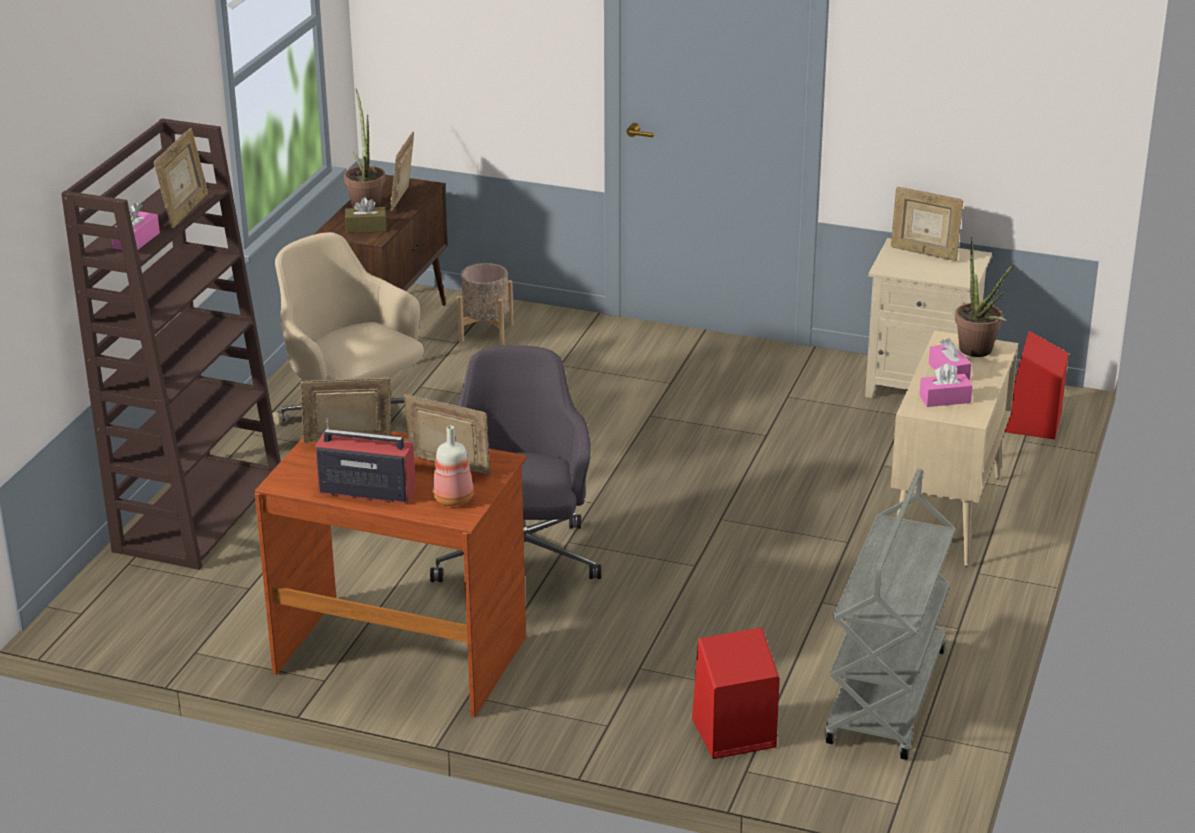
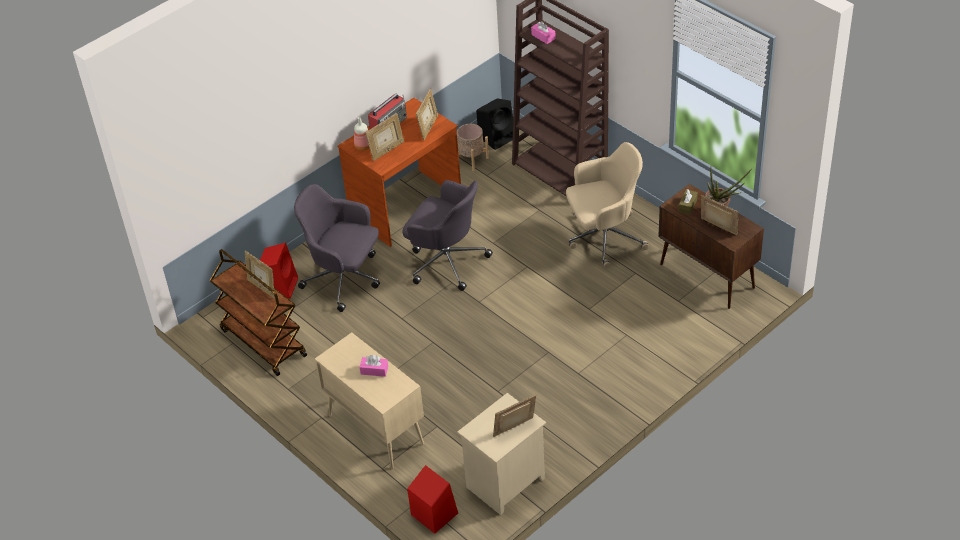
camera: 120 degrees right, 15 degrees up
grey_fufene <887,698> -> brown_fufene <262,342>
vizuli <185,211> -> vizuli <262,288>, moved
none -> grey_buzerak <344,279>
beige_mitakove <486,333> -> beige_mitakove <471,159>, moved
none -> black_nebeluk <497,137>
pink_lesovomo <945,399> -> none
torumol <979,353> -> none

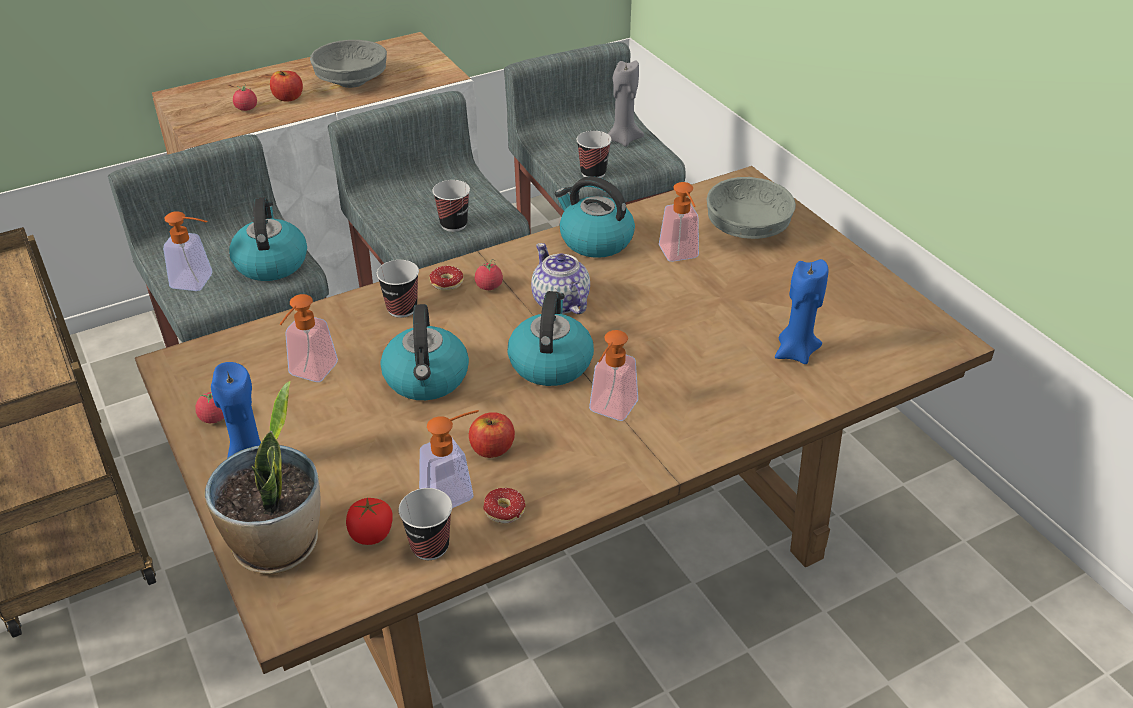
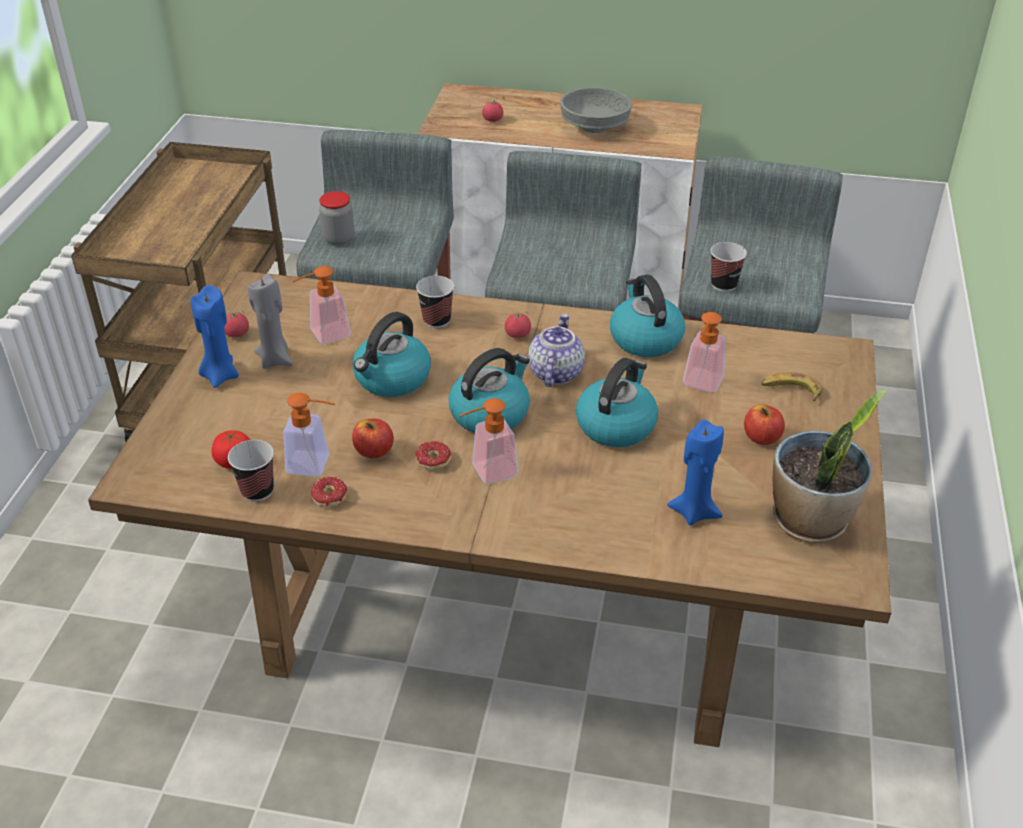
camera: 40 degrees right, 0 degrees up
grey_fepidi <623,139> -> grey_fepidi <275,359>, moved
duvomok <199,282> -> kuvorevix <339,239>
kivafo <445,287> -> kivafo <428,463>, moved
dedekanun <271,262> -> dedekanun <616,425>, moved
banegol <288,98> -> banegol <762,438>, moved
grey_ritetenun <746,229> -> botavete <790,390>
torumol <278,546> -> torumol <810,521>, moved
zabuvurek <453,224> -> none

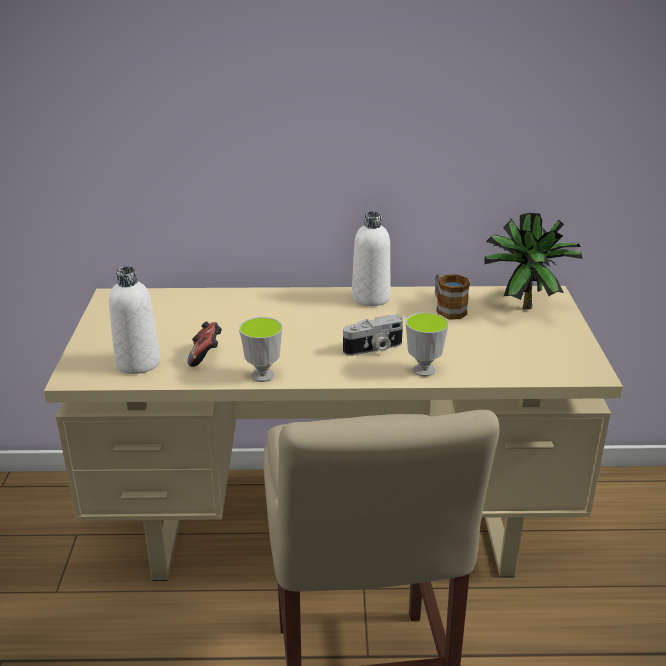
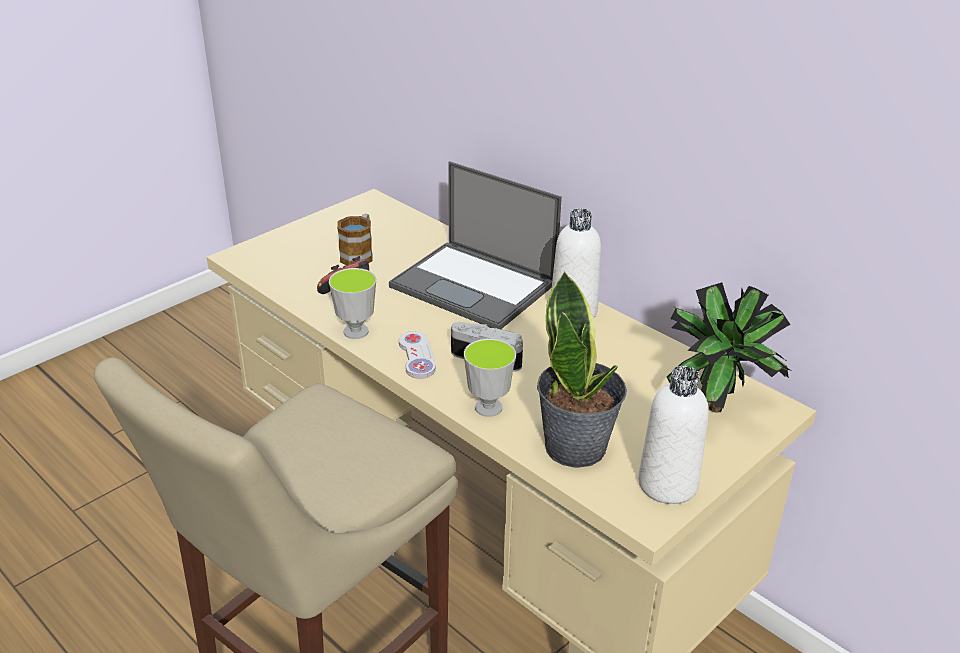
camera: 45 degrees right, 5 degrees up
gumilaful <447,309> -> gumilaful <359,254>, moved
none -> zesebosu <475,286>
none -> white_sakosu <417,356>
none -> torumol <576,447>
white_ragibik <138,363> -> white_ragibik <667,484>, moved

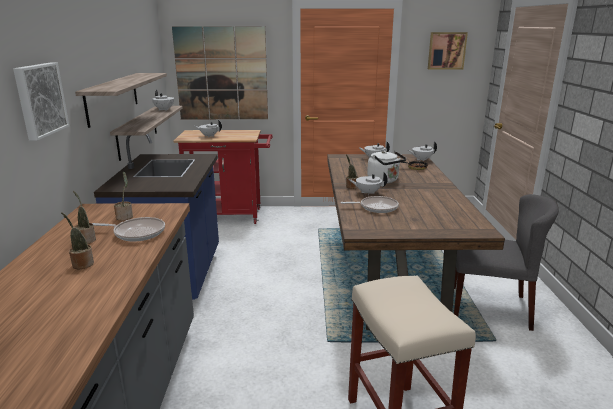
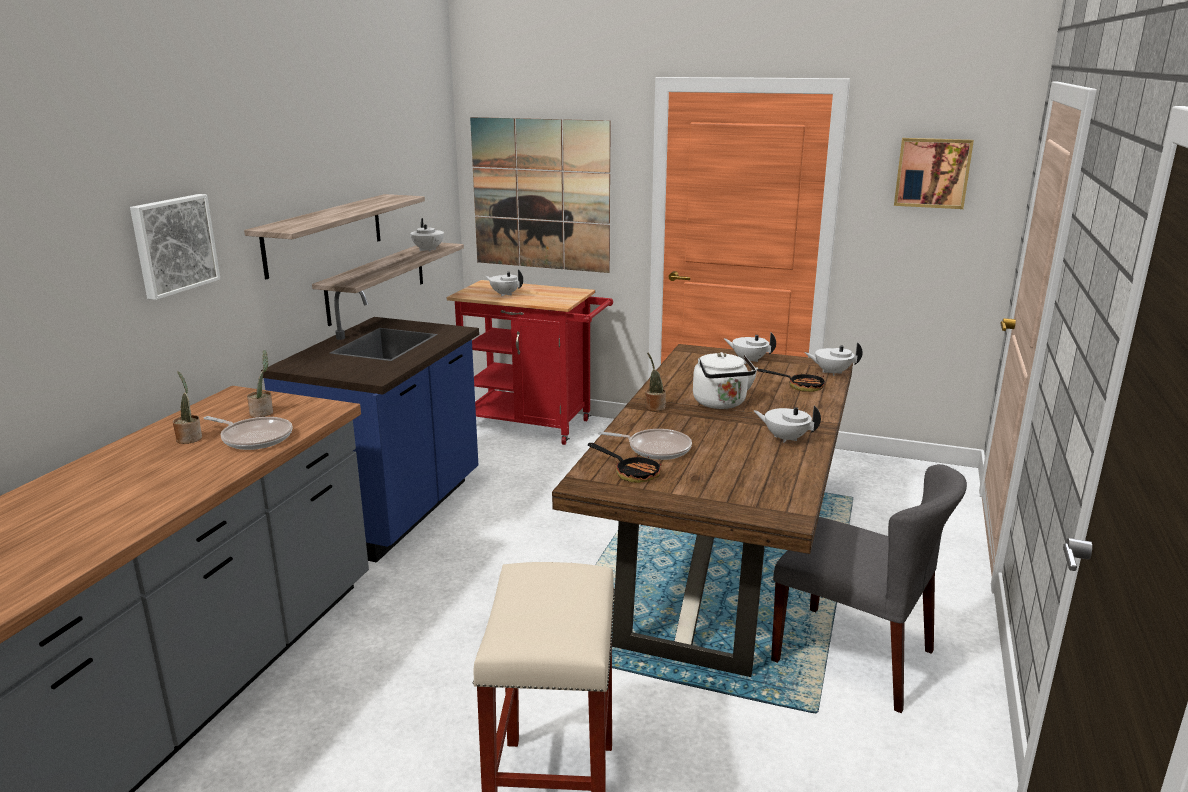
camera: 20 degrees right, 0 degrees up
none -> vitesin <631,473>
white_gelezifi <367,193> -> white_gelezifi <785,438>, moved
torumol <81,264> -> none

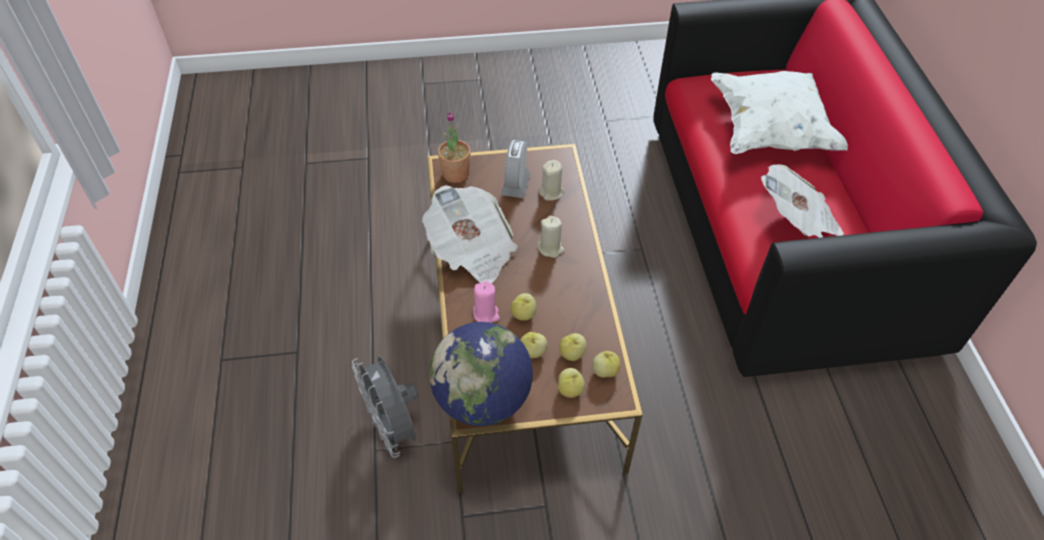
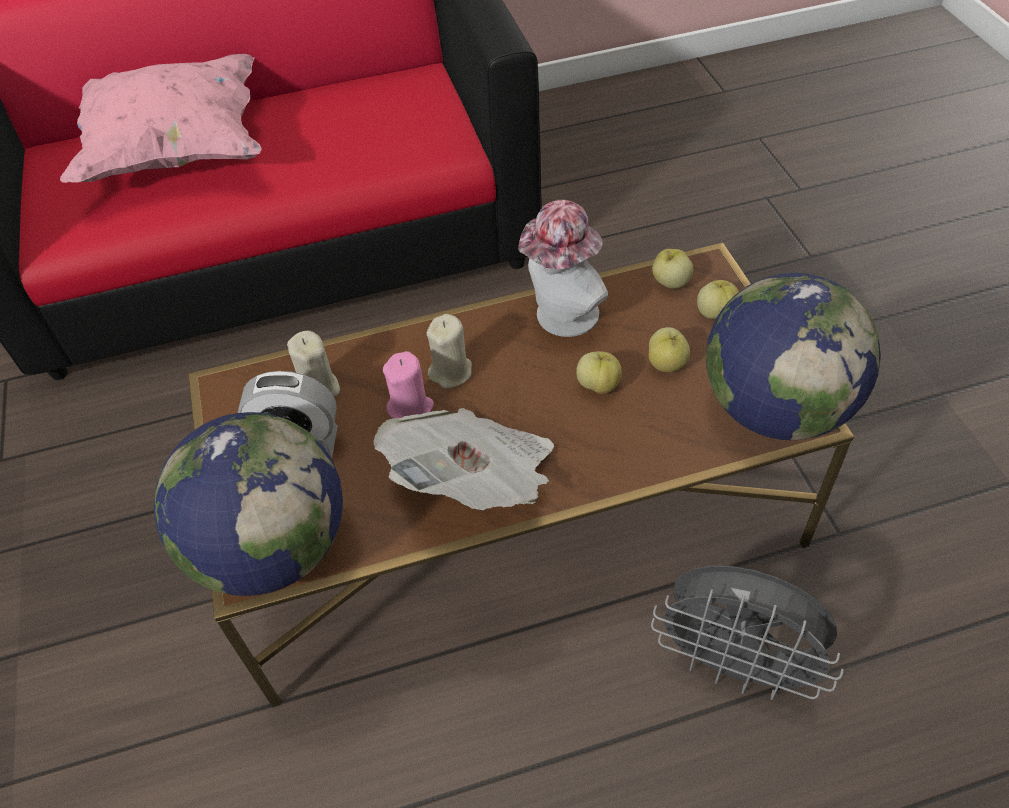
camera: 95 degrees left, 0 degrees up
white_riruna <770,131> -> pink_riruna <177,152>
torumol <455,174> -> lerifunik <272,548>
pink_fepidi <486,314> -> pink_fepidi <411,409>, moved
none -> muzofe <561,319>
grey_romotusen <393,427> -> grey_romotusen <736,665>, 60 degrees clockwise
banegol <572,354> -> none
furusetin <796,220> -> none

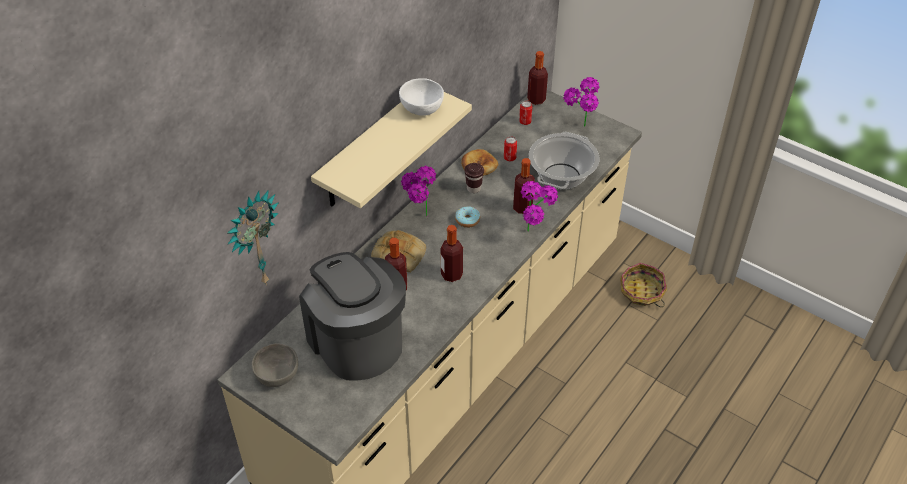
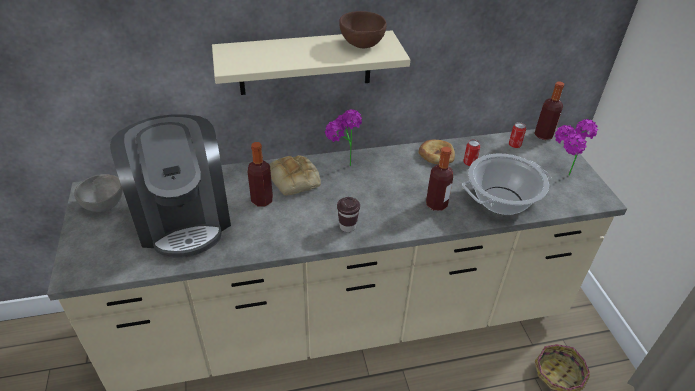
camera: 40 degrees right, 5 degrees down
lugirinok <356,341> -> lugirinok <183,218>, 150 degrees clockwise
brown_zabuvurek <473,188> -> brown_zabuvurek <347,226>, moved
white_ritetenun <422,110> -> brown_ritetenun <361,44>
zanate <253,240> -> none
ragibik <451,275> -> none
kivafo <467,220> -> none
torumol <535,234> -> none

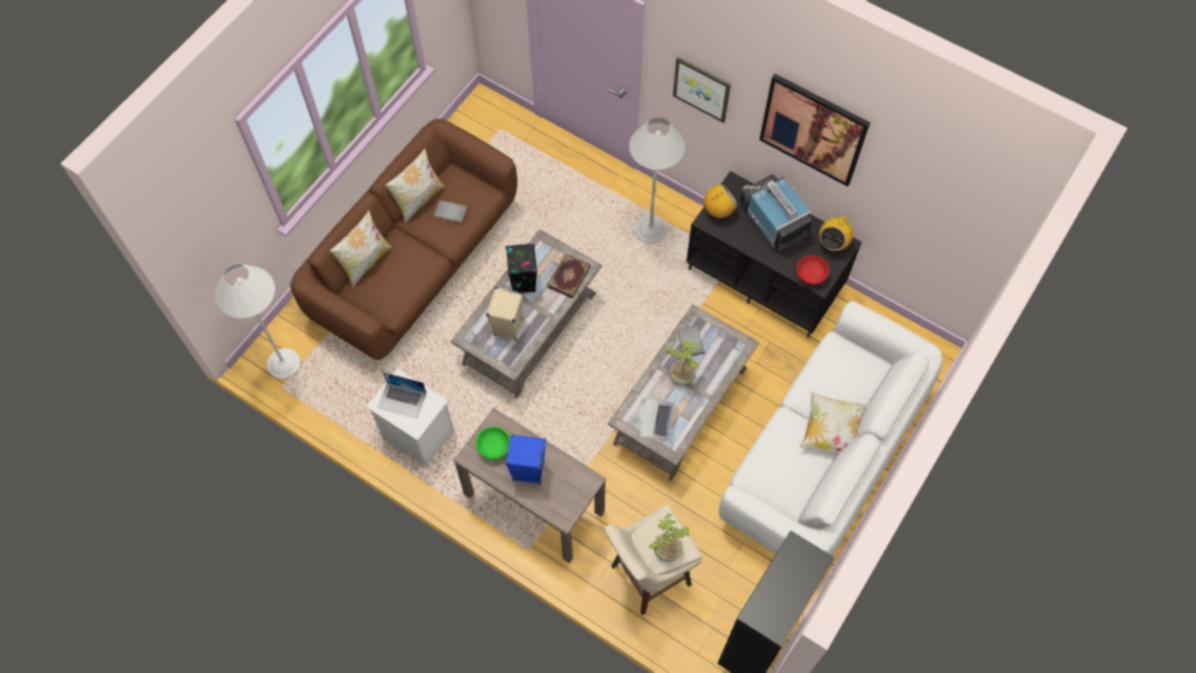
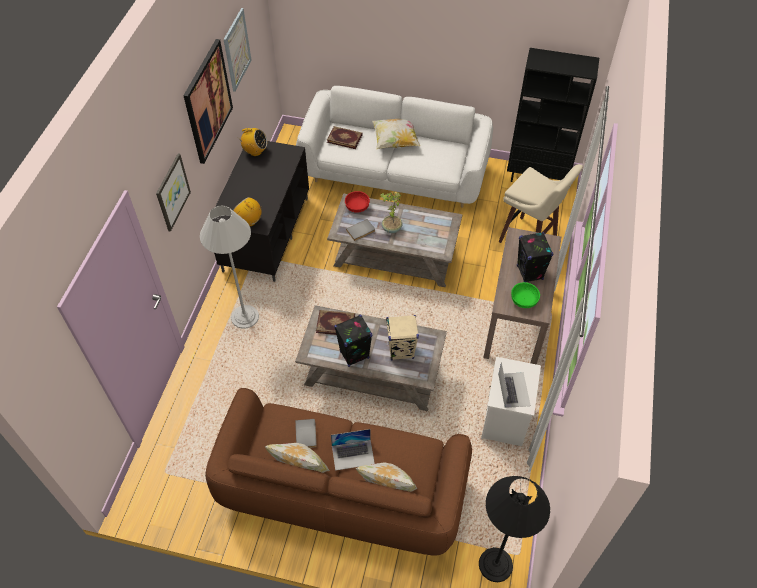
camera: 110 degrees left, 10 degrees down
none -> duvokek <237,50>
none -> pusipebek <344,138>
zesebosu <657,419> -> zesebosu <353,454>, moved
red_ritetenun <811,274> -> red_ritetenun <357,206>, moved
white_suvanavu <284,364> -> black_suvanavu <495,565>
blue_nebeluk <528,471> -> black_nebeluk <530,273>
torumol <667,549> -> none
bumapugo <773,219> -> none

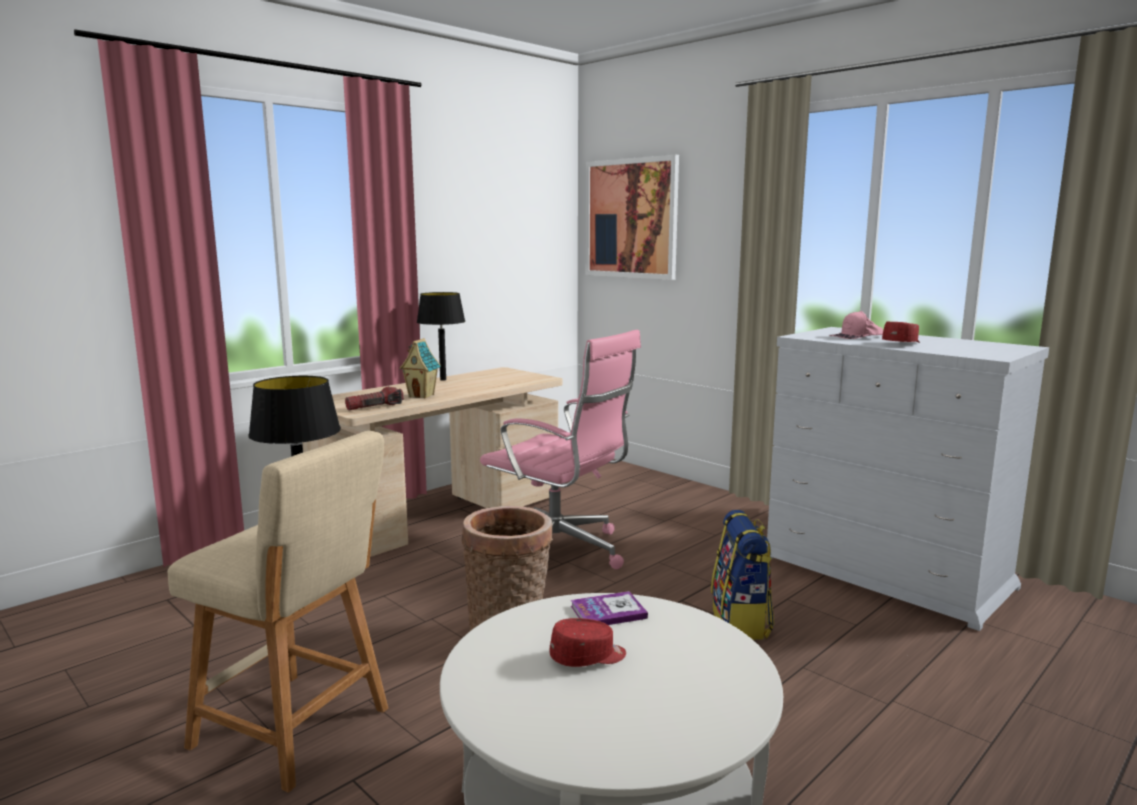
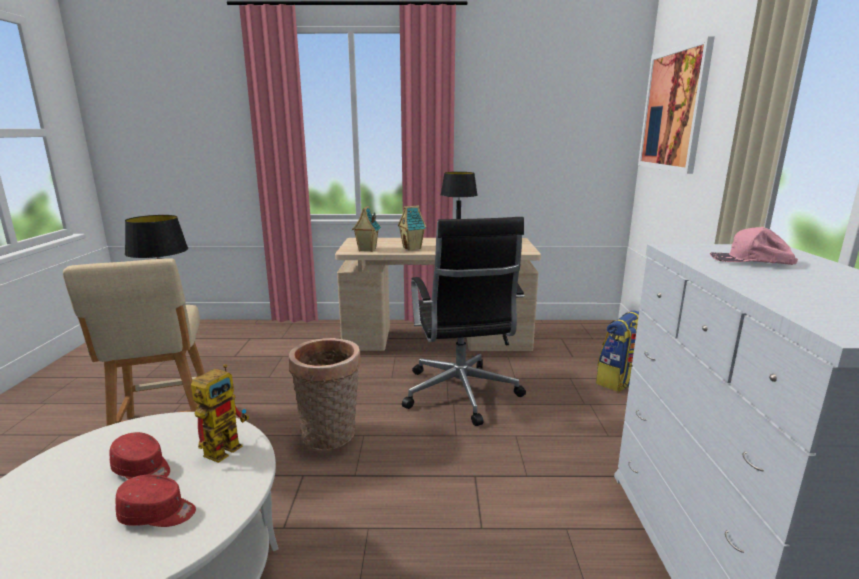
camera: 45 degrees right, 5 degrees up
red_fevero <902,343> -> red_fevero <158,514>, moved
pusipebek <608,612> -> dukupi <226,446>
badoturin <375,407> -> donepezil <367,250>
pink_buzerak <559,552> -> black_buzerak <460,394>
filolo <741,622> -> filolo <618,381>, moved

